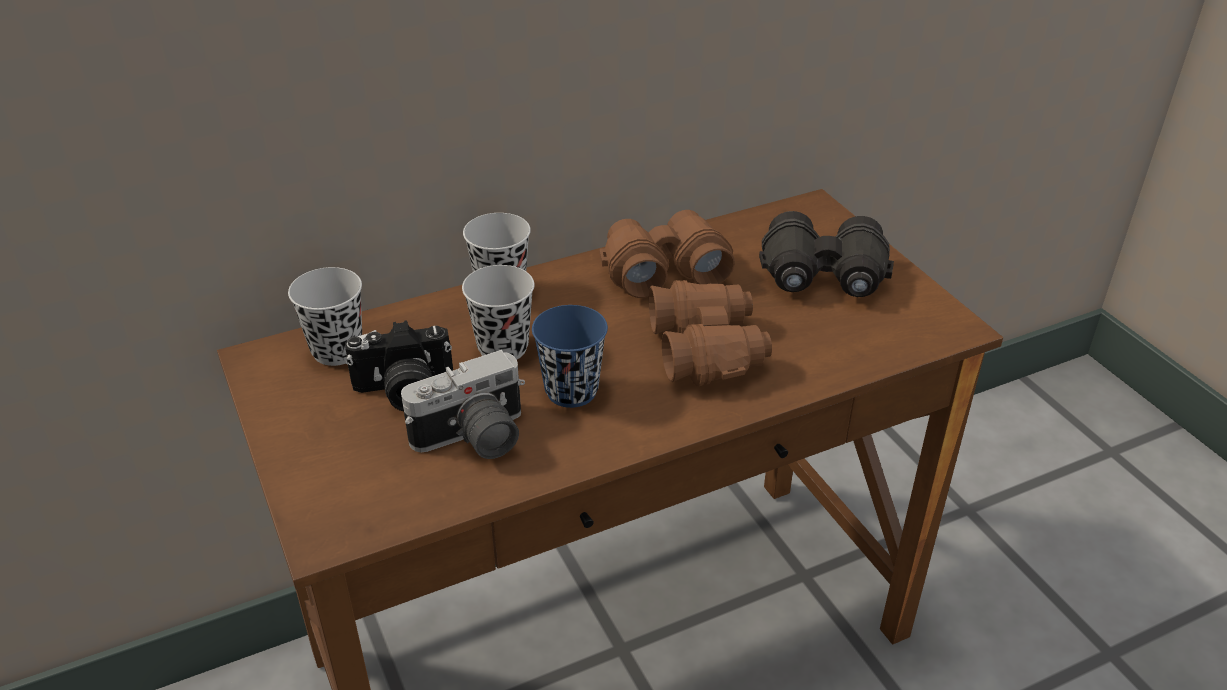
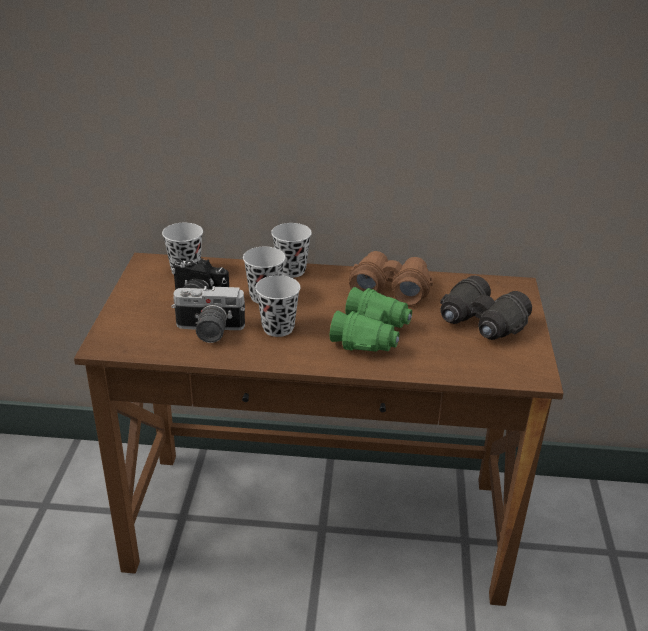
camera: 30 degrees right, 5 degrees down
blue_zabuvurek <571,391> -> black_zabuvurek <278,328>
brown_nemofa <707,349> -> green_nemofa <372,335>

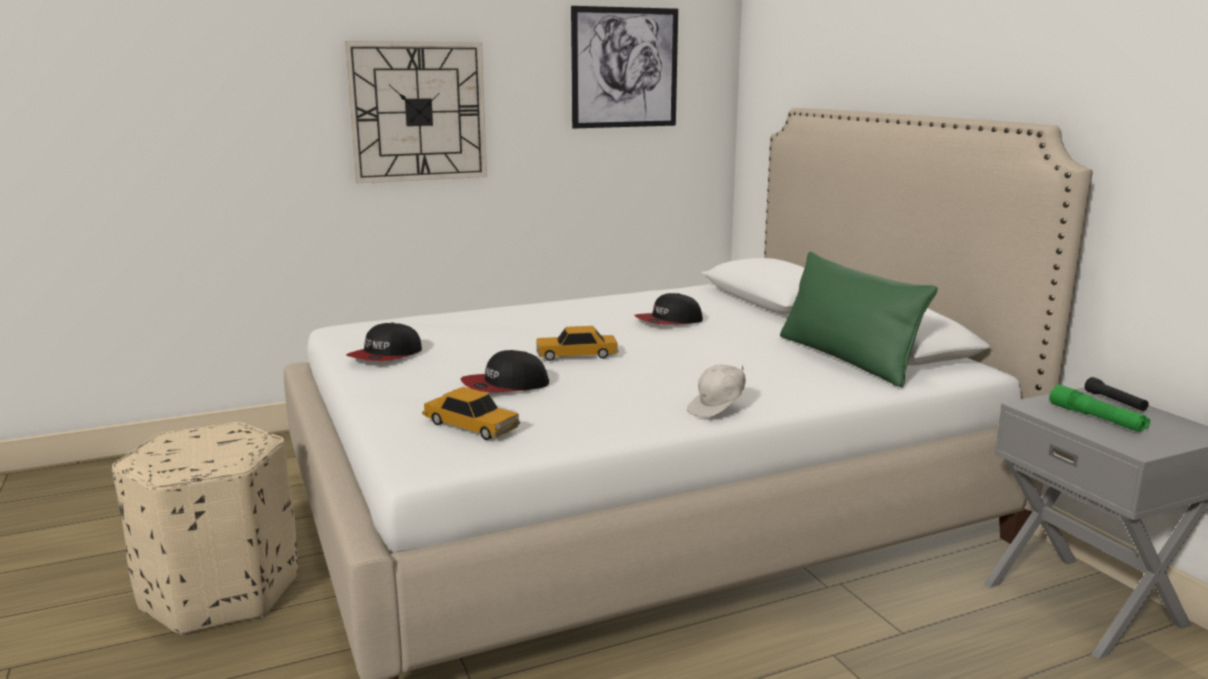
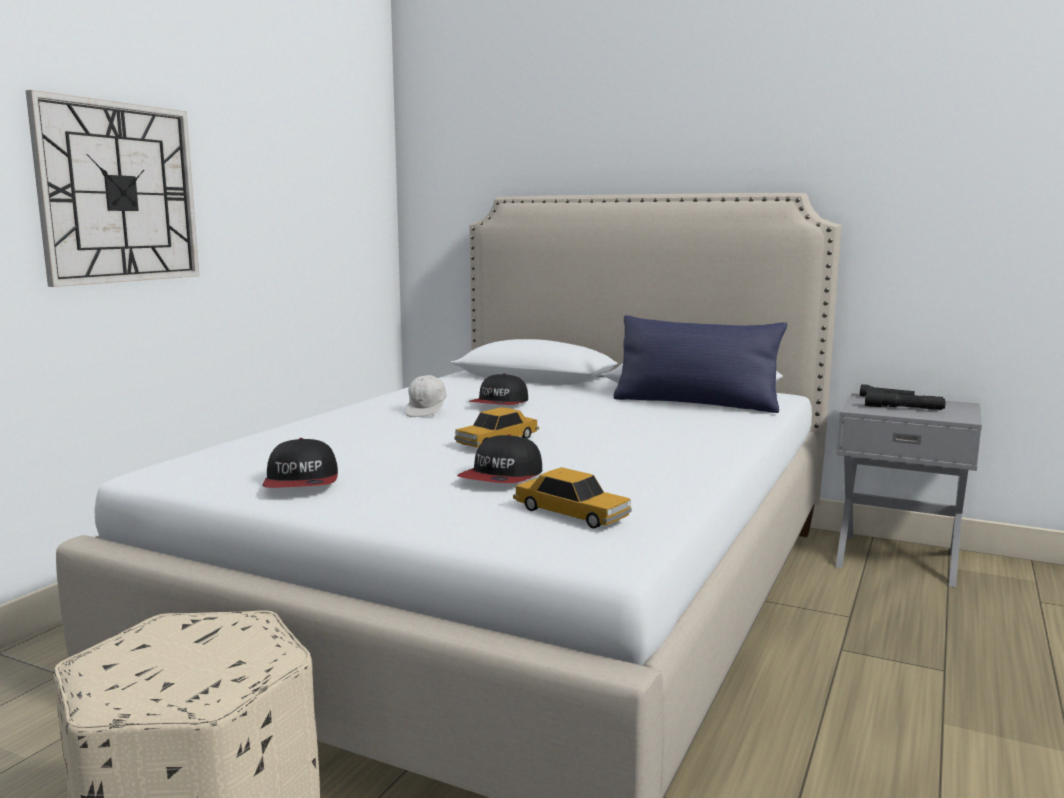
camera: 40 degrees left, 5 degrees down
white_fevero <718,409> -> white_fevero <427,411>, moved
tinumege <471,426> -> tinumege <571,513>, 45 degrees clockwise
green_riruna <845,359> -> blue_riruna <695,404>
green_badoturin <1096,418> -> black_badoturin <903,408>
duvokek <625,68> -> none

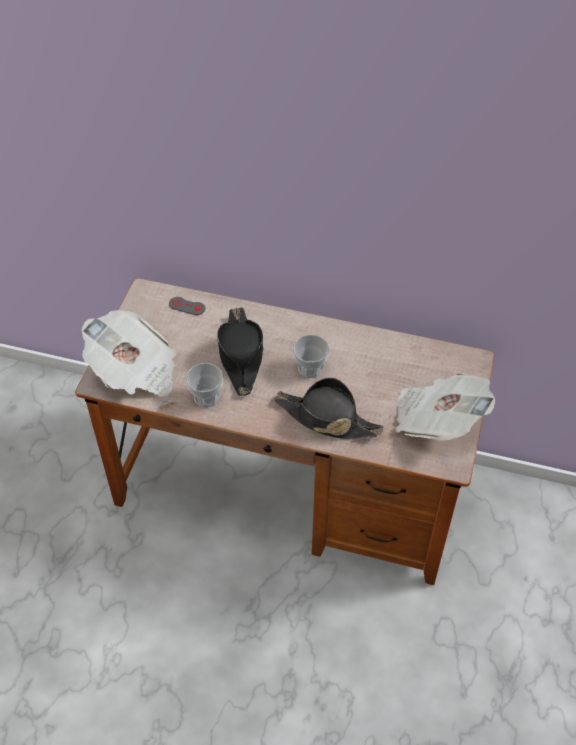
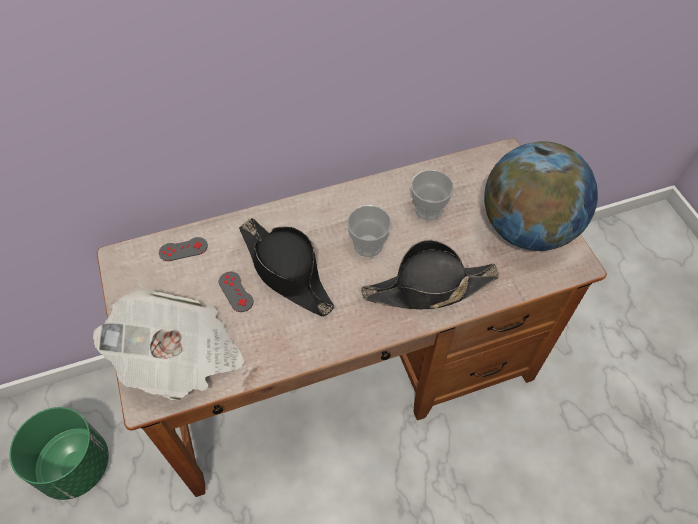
camera: 35 degrees left, 5 degrees up
none -> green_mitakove <75,465>
none -> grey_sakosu <236,291>
zabuvurek <206,397> -> zabuvurek <428,209>, moved
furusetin <437,420> -> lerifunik <527,229>

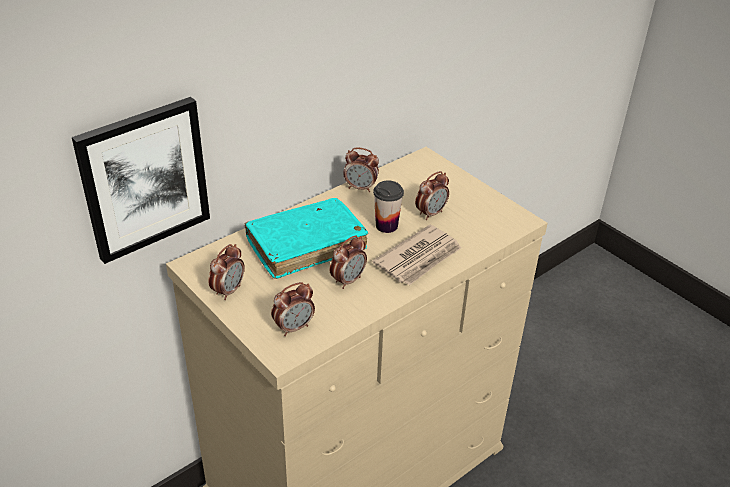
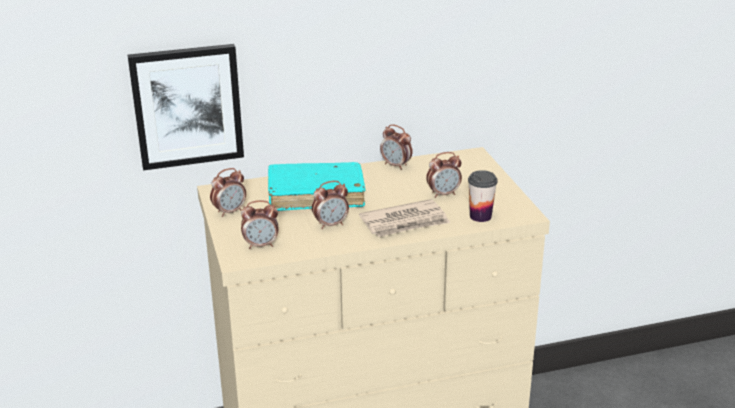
camera: 25 degrees right, 10 degrees down
zabuvurek <386,226> -> zabuvurek <480,216>, moved

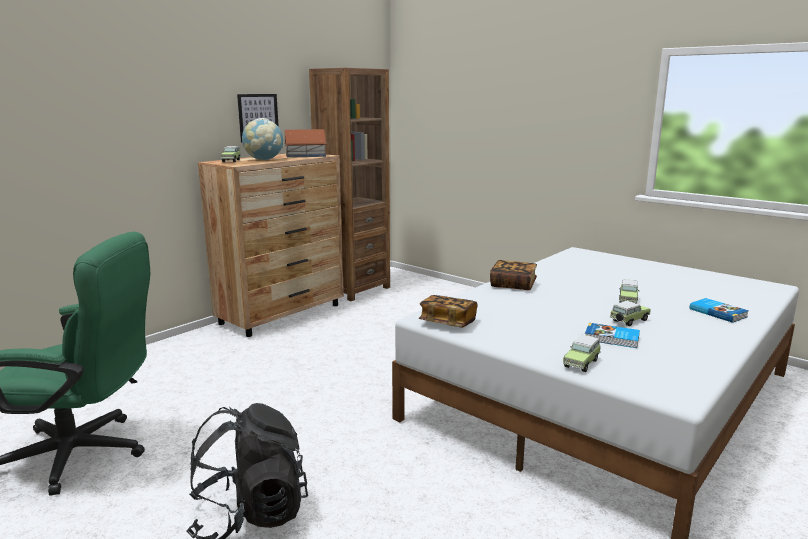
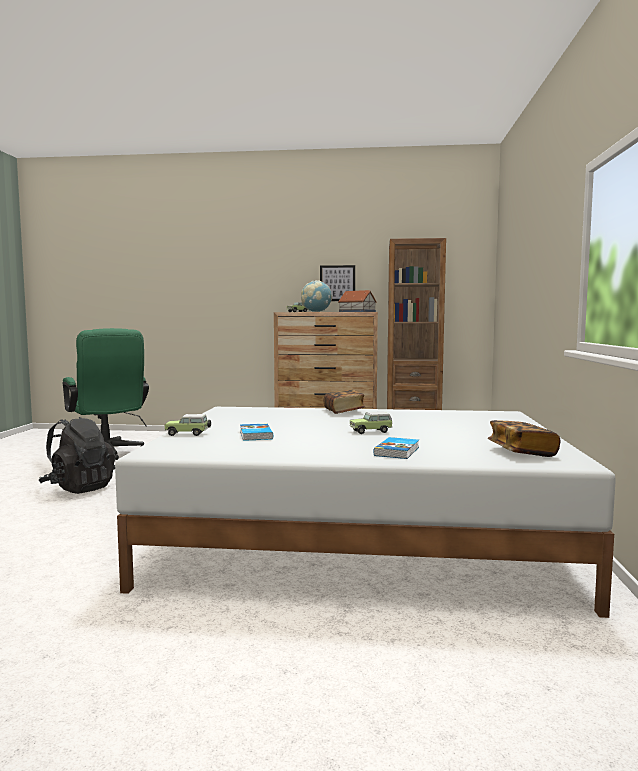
camera: 55 degrees right, 10 degrees down
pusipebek <448,323> -> pusipebek <521,452>, moved
tinumege <628,321> -> none

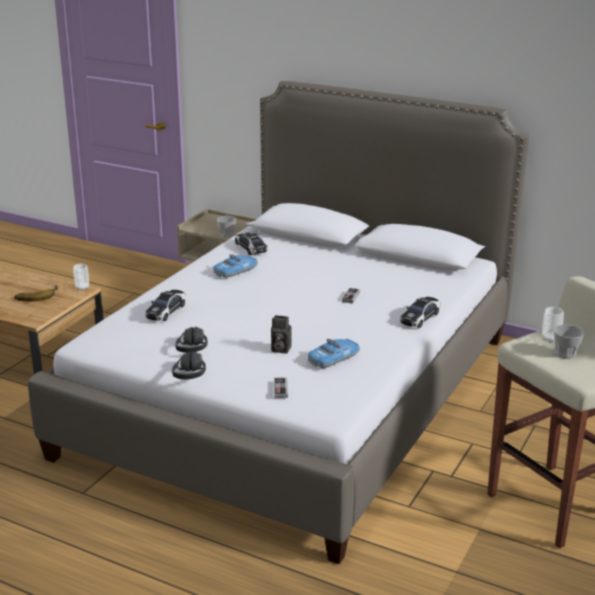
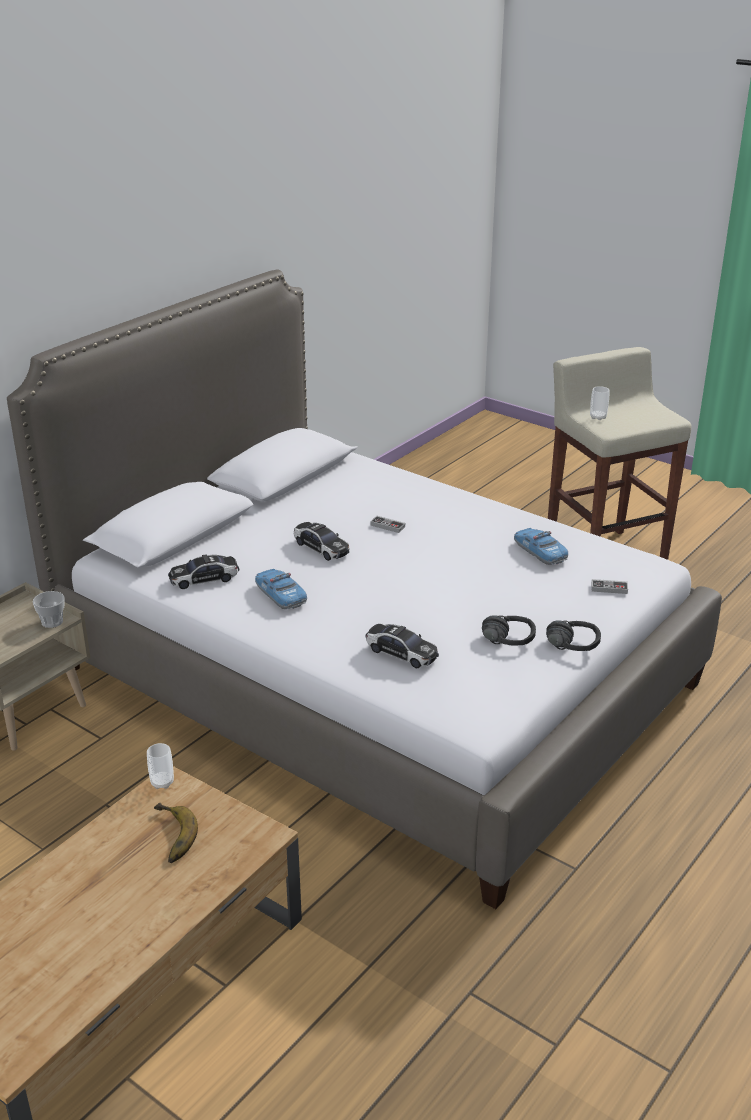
camera: 80 degrees left, 5 degrees up
tinumege <420,318> -> tinumege <321,547>, moved
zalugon <279,349> -> none
zabuvurek <565,354> -> none

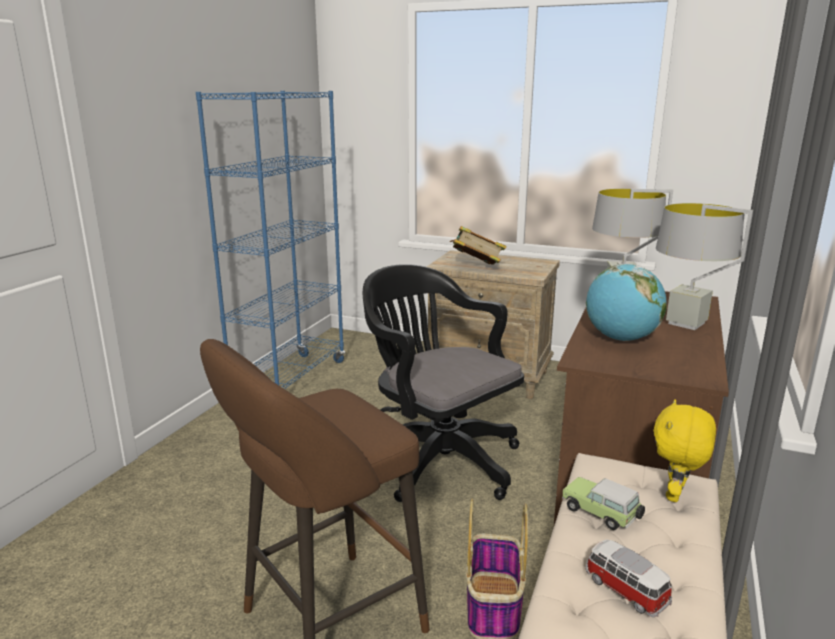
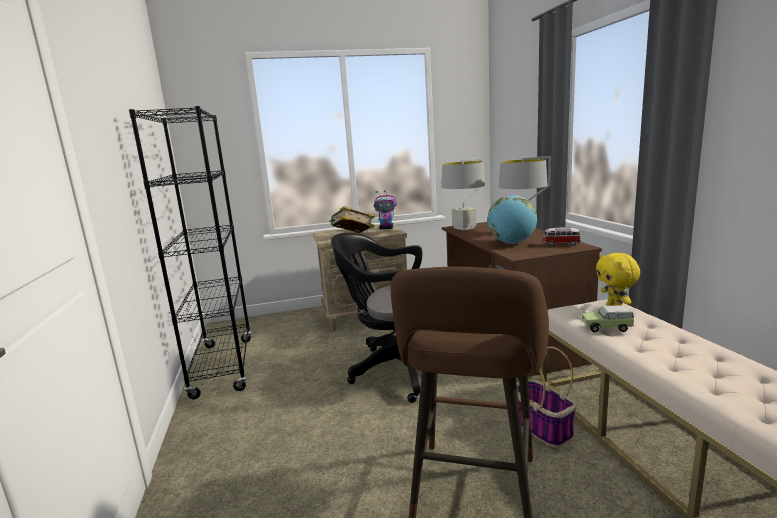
camera: 35 degrees left, 5 degrees down
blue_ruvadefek <290,381> -> black_ruvadefek <223,367>
none -> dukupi <386,228>
tinumege <624,590> -> tinumege <561,244>, moved

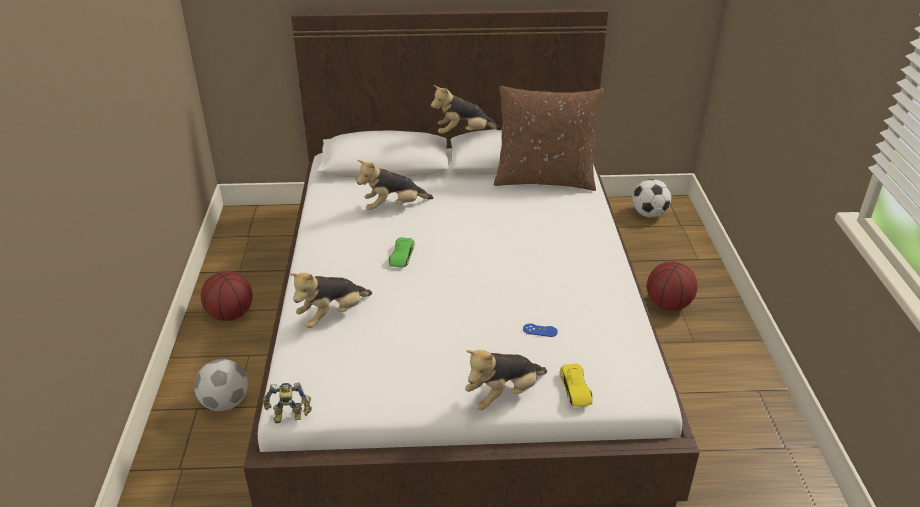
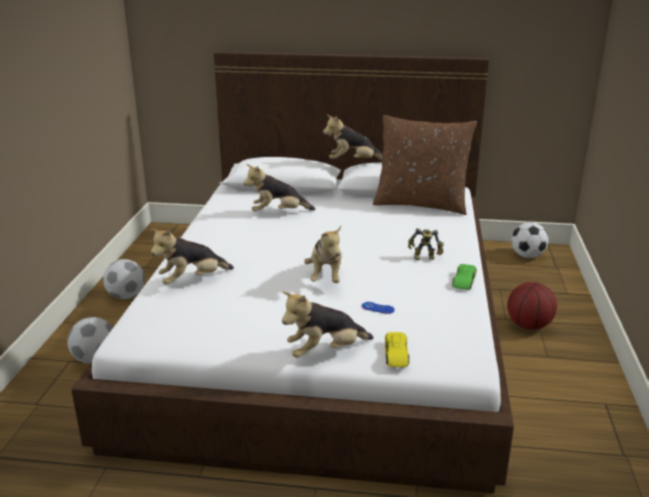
camera: 10 degrees right, 10 degrees down
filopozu <230,314> -> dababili <126,296>
none -> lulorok <325,276>
dukupi <289,417> -> dukupi <425,258>, moved
green_tinumege <401,256> -> green_tinumege <464,281>, moved

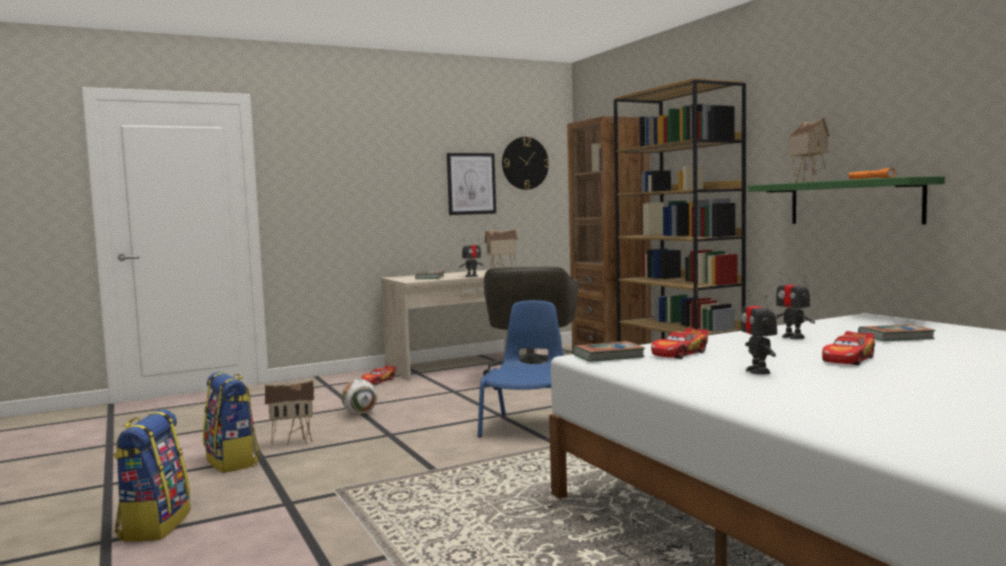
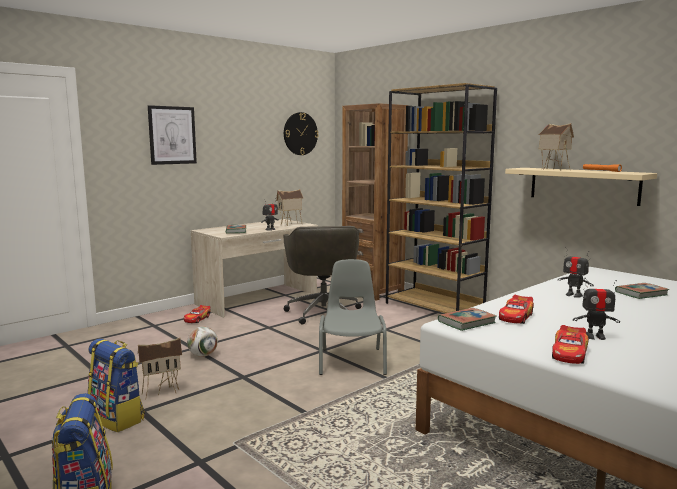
camera: 15 degrees left, 5 degrees up
duvokek <471,183> -> duvokek <172,135>, moved
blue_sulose <528,426> -> grey_sulose <352,361>
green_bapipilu <854,202> -> beige_bapipilu <583,185>
tinumege <849,359> -> tinumege <570,354>, moved
dukupi <758,371> -> dukupi <595,336>, 60 degrees counterclockwise

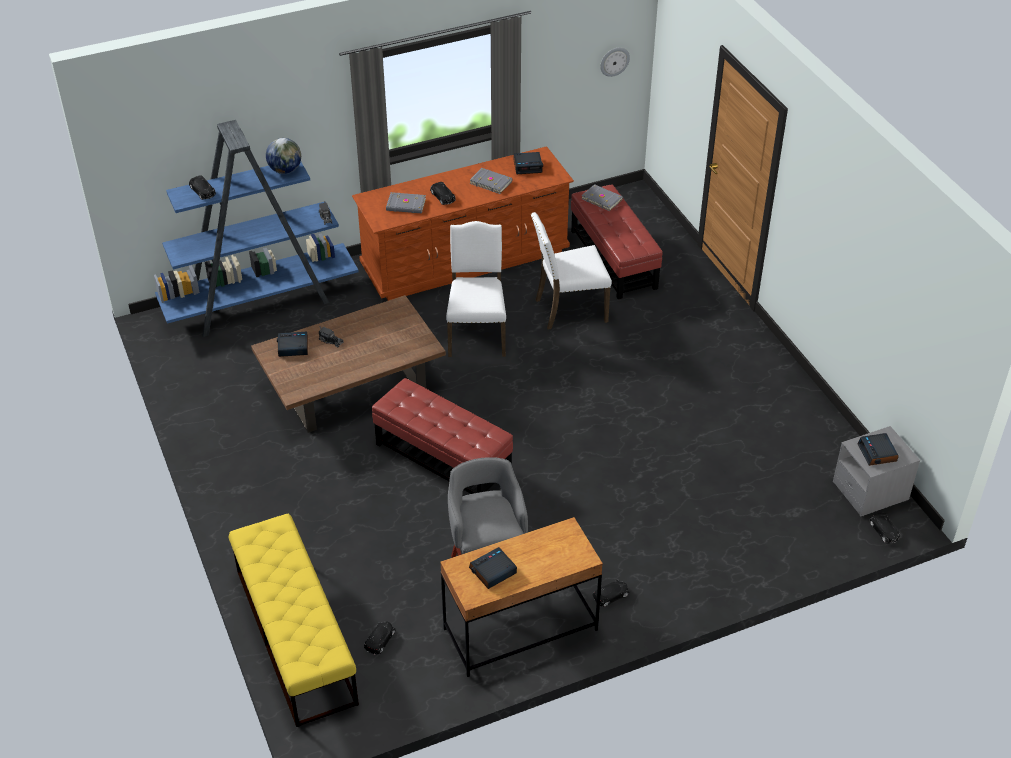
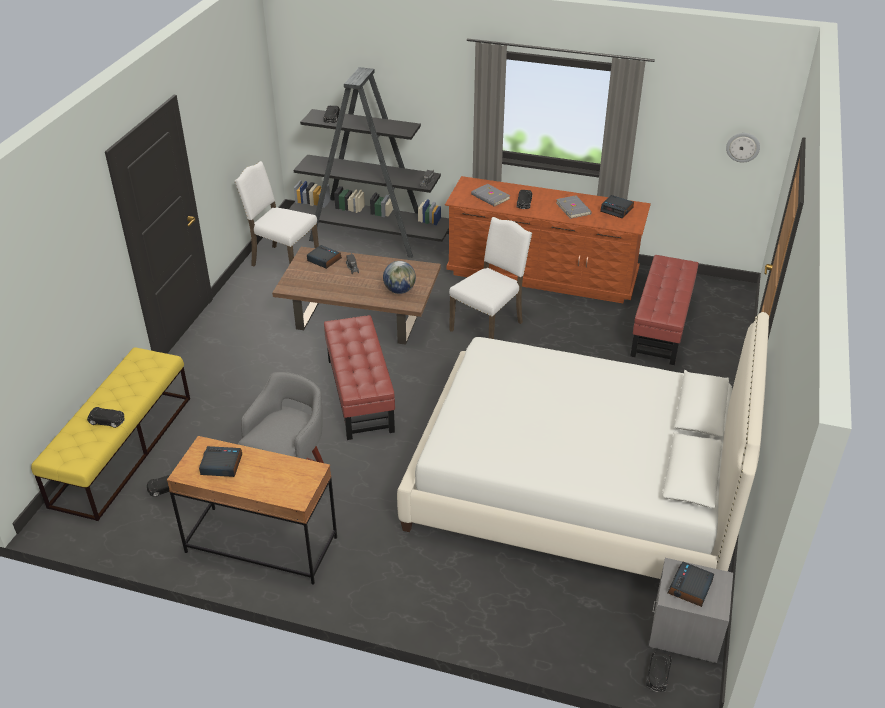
camera: 40 degrees right, 5 degrees down
black_tinumege <611,595> -> black_tinumege <107,421>, moved
white_sulose <569,309> -> white_sulose <283,261>, moved
blue_ruvadefek <261,302> -> black_ruvadefek <370,237>
lerifunik <285,170> -> lerifunik <400,290>, moved
none -> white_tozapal <575,487>
grey_pusipebek <602,199> -> none

